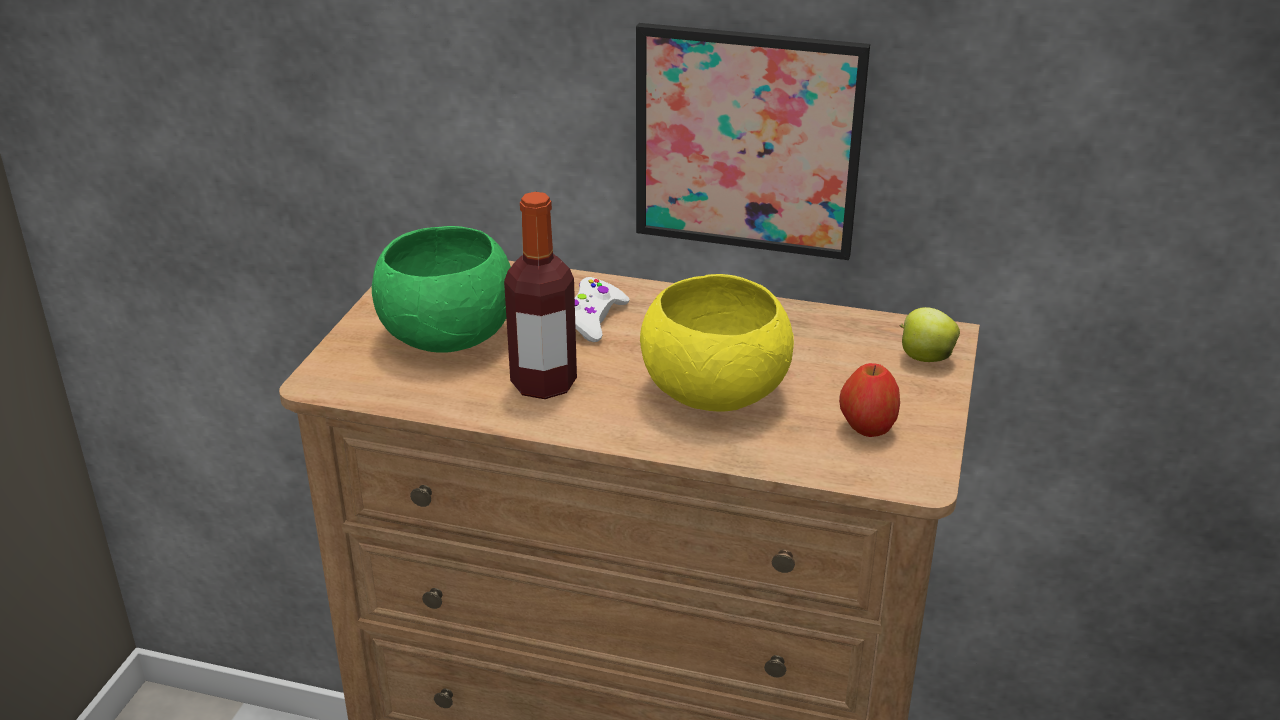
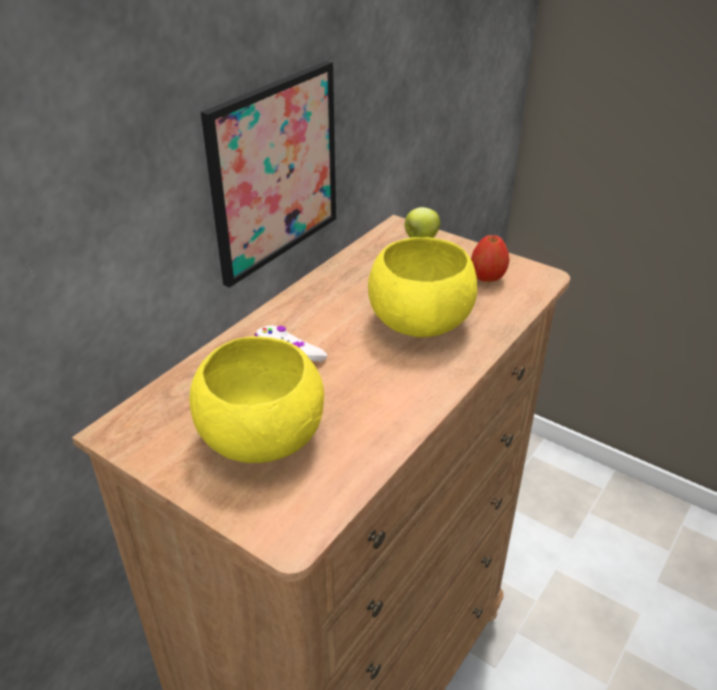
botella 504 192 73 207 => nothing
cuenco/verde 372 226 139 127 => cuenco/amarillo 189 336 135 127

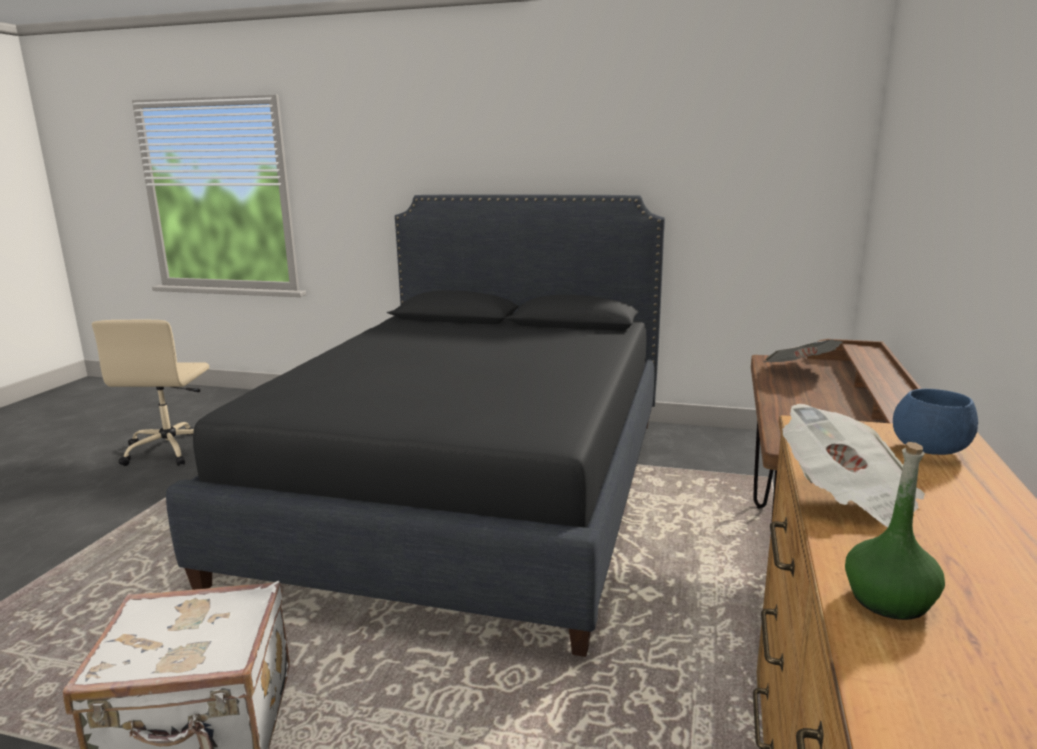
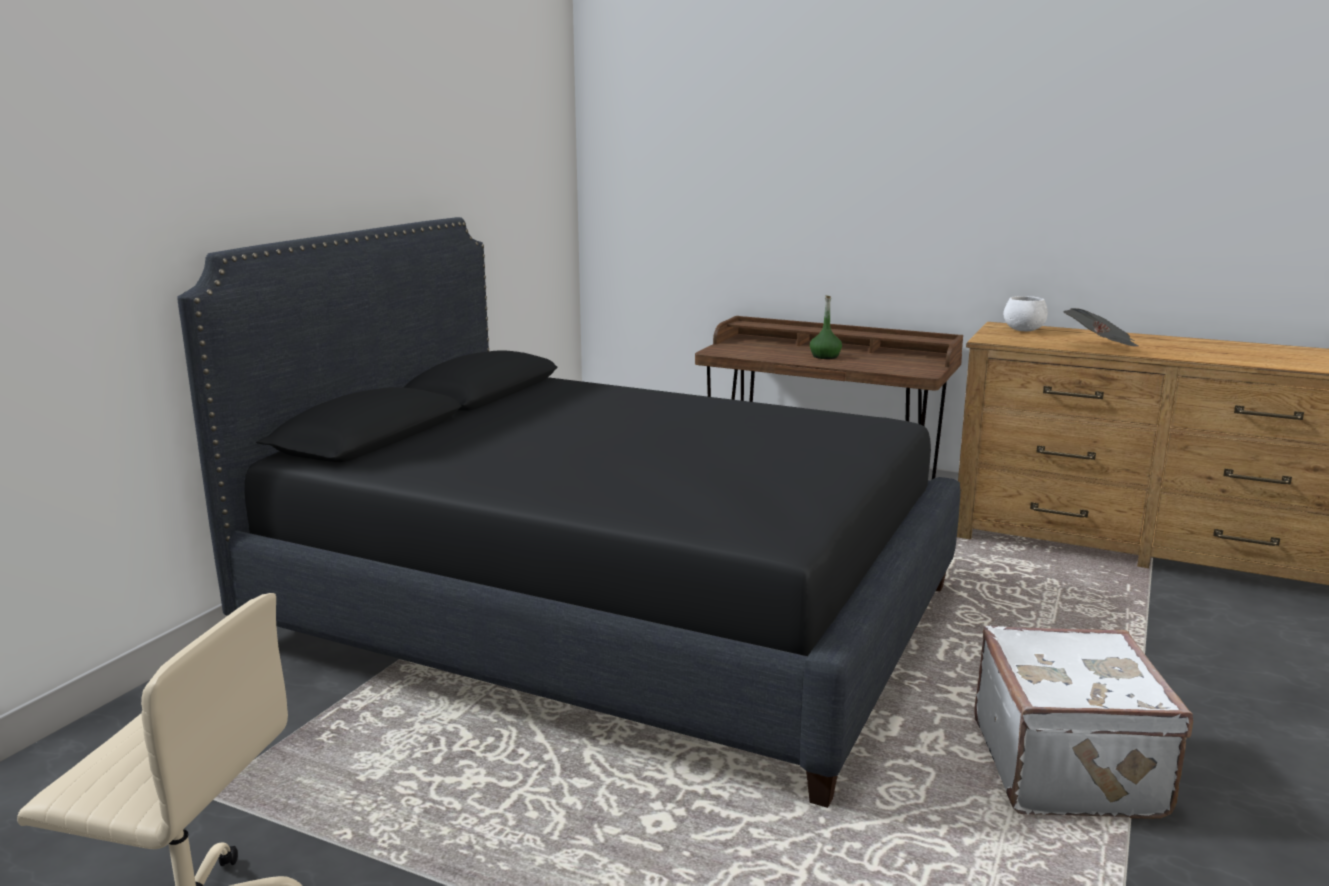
periódico 763 339 80 23 => nothing
botella/verde 845 442 100 178 => botella/verde 810 295 32 64, shifted
cuenco/azul 893 389 85 66 => cuenco/blanco 1003 296 45 35

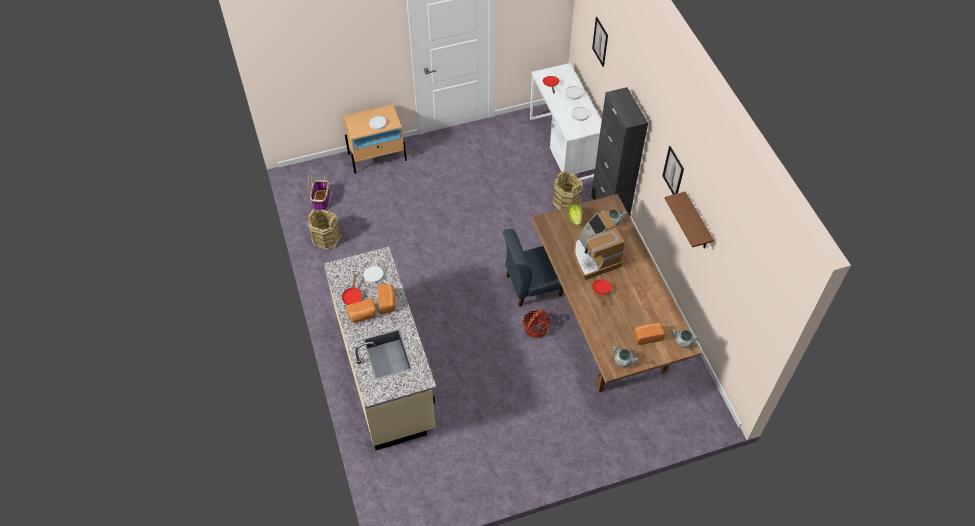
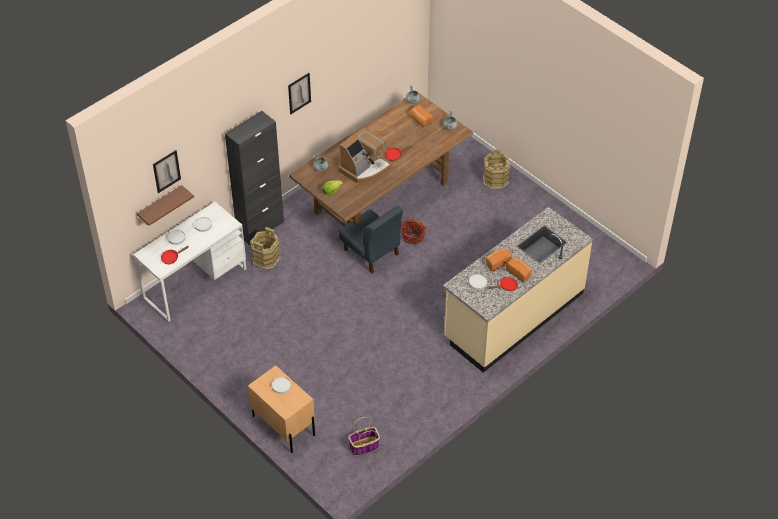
cubo/marrón 307 209 34 41 => cubo/marrón 483 148 28 41, shifted
estante/marrón 664 191 50 57 => estante/marrón 137 185 57 41, shifted

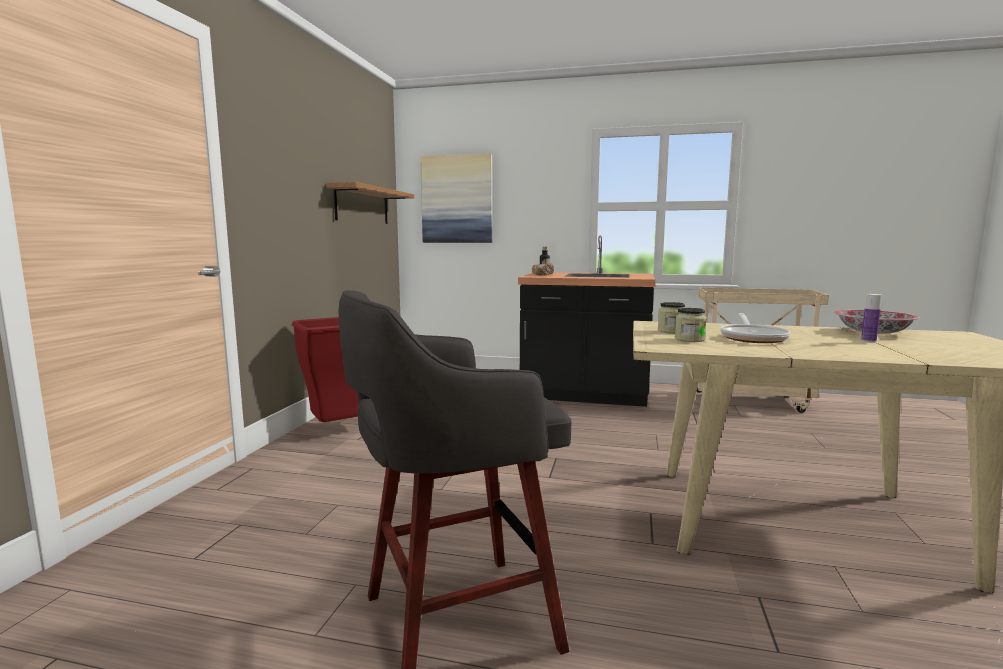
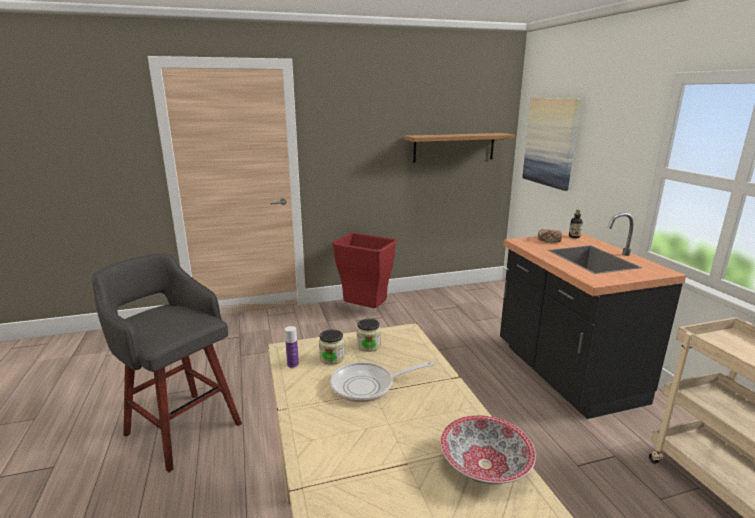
botella 861 294 21 48 => botella 285 326 14 42, shifted

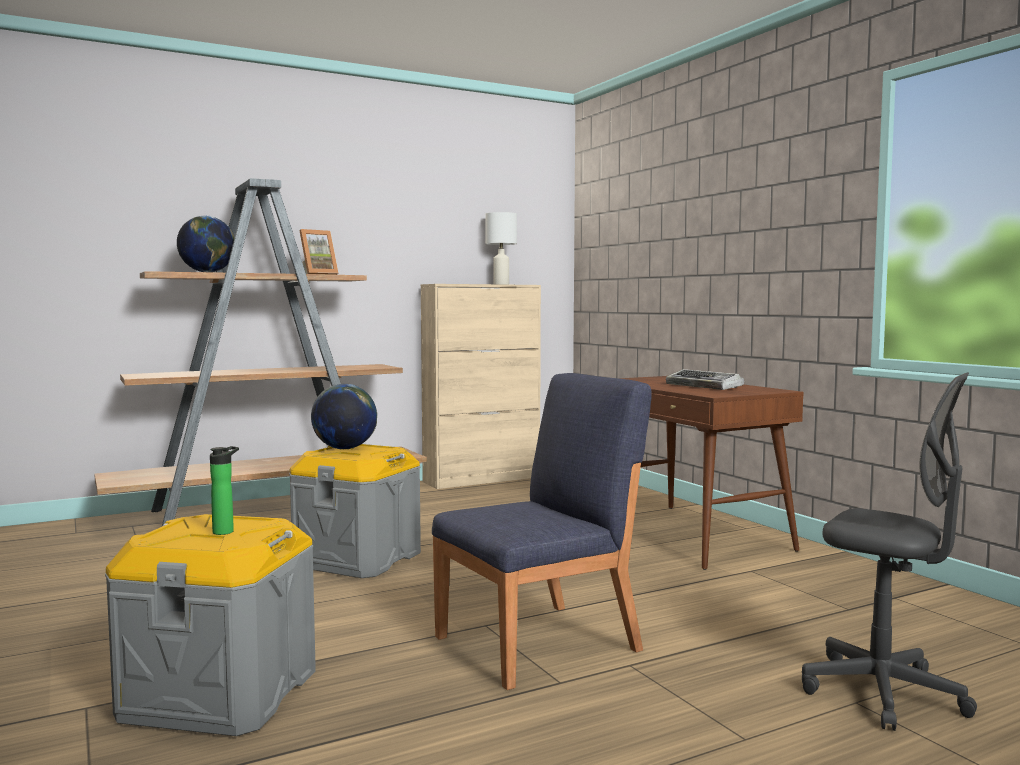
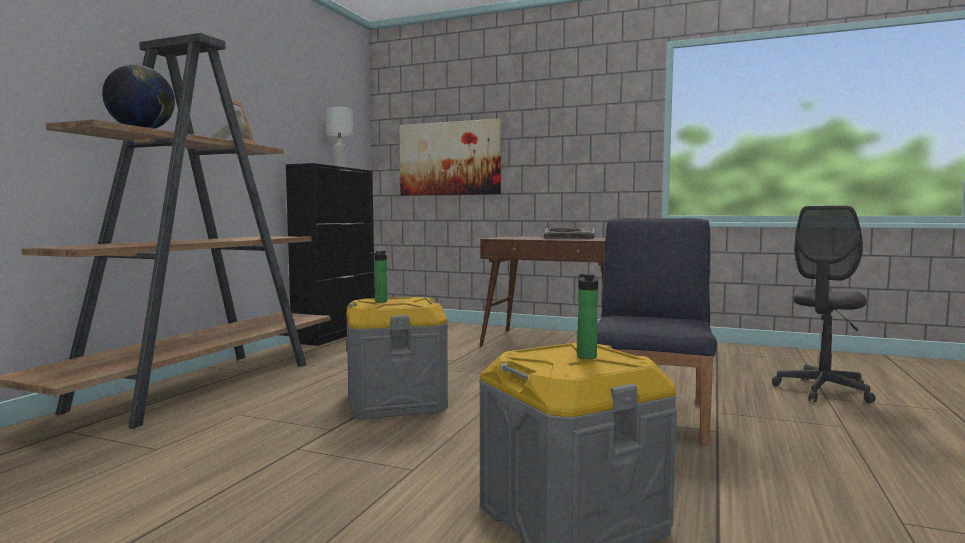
nothing => cuadro 399 119 102 77
globo terráqueo 311 384 66 65 => botella 369 251 18 52
armario/beis 421 284 120 205 => armario/negro 286 163 89 183
silla de oficina/gris 802 373 175 358 => silla de oficina/gris 772 206 104 198, 135 degrees clockwise

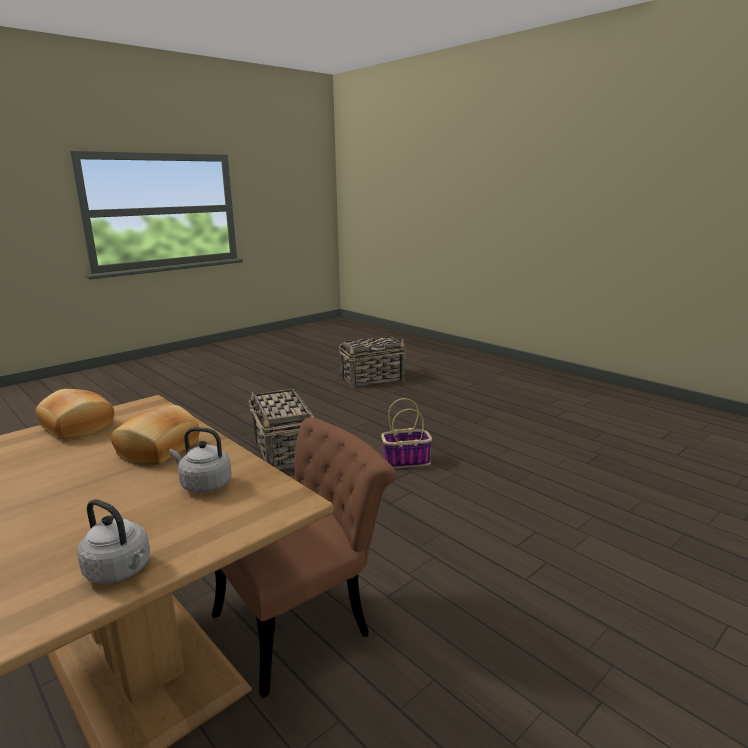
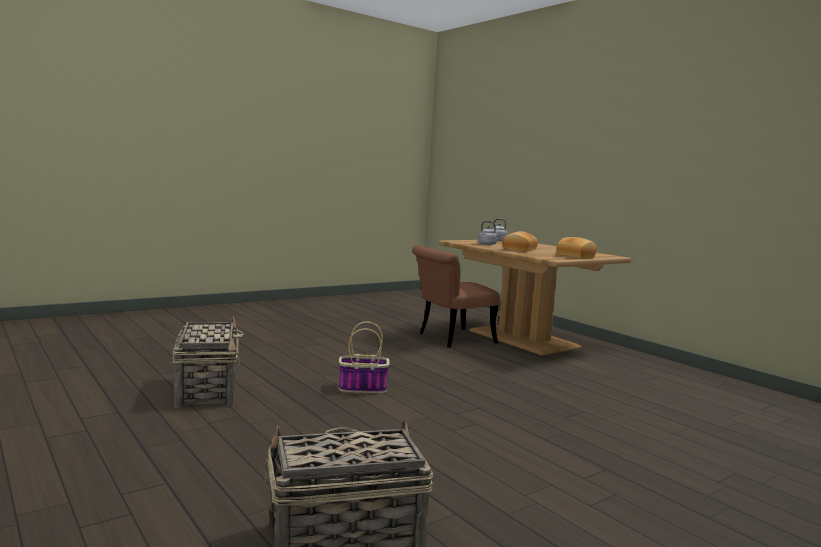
cesta 248 389 66 81 => cesta 172 316 72 92, shifted

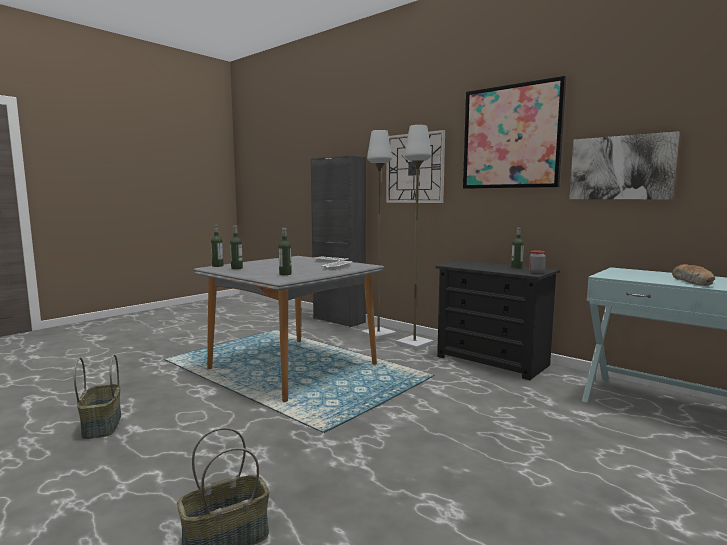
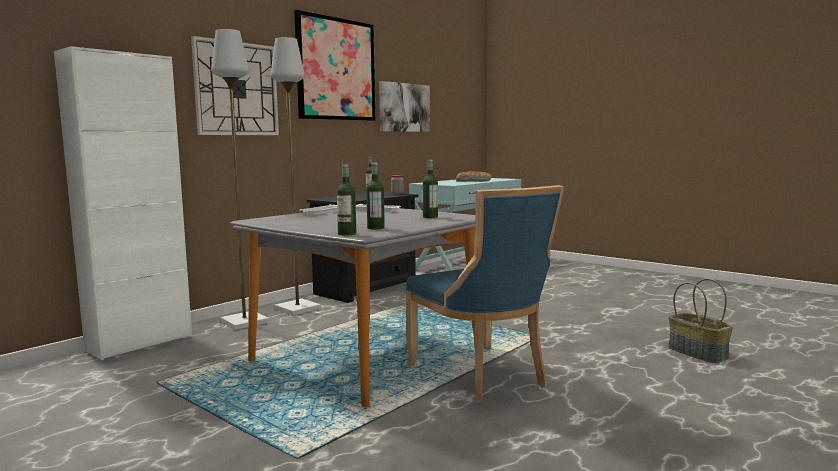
cesta 74 354 47 85 => nothing
nothing => silla/azul 406 185 158 218
armario/negro 311 155 55 172 => armario/blanco 54 46 138 314

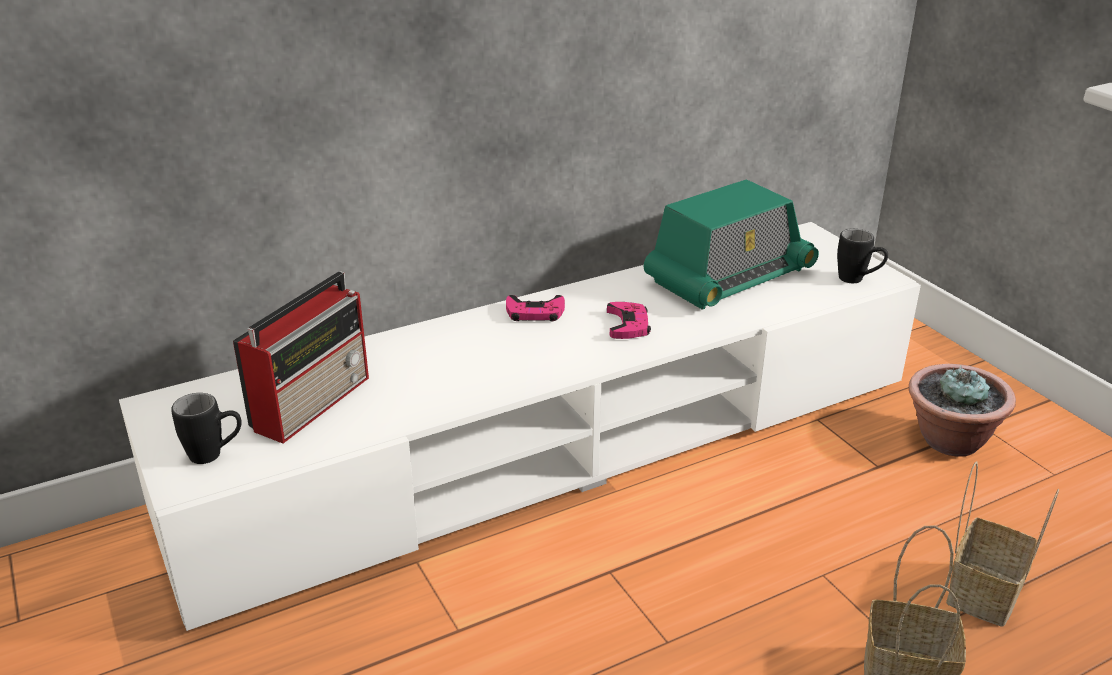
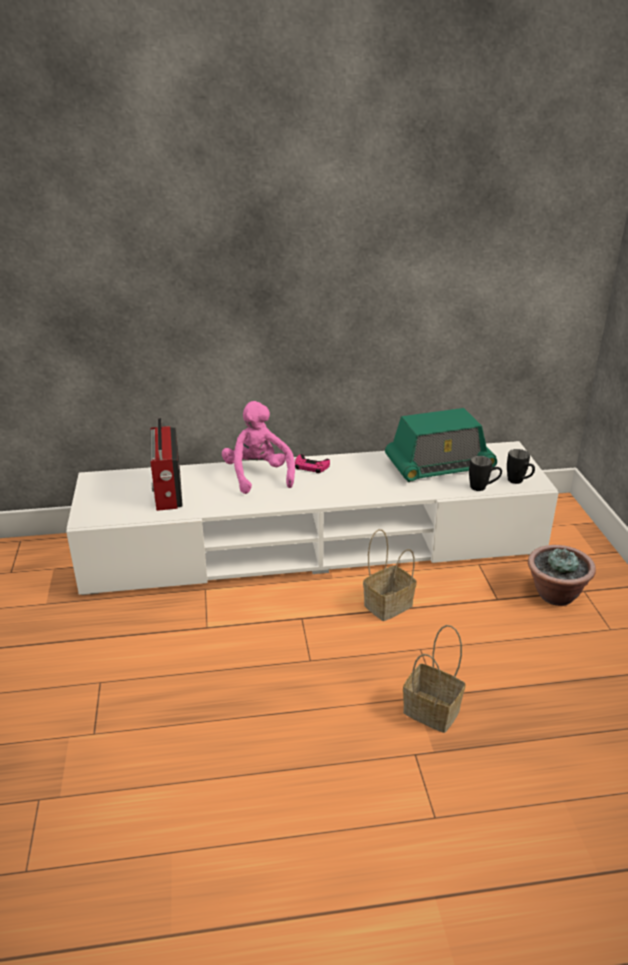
mando de consola/rosa 607 302 44 37 => nothing
nothing => peluche/rosa 222 401 73 93
taza grande/negro 171 393 71 71 => taza grande/negro 469 456 33 35, shifted
cesta 946 461 113 166 => cesta 363 529 53 92, shifted
radio 233 271 136 173 => radio 150 418 33 93, 120 degrees clockwise

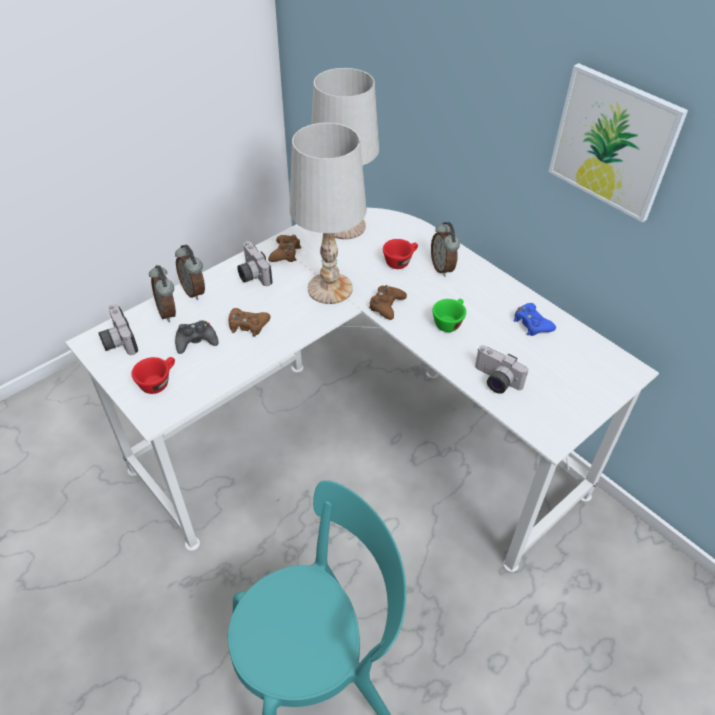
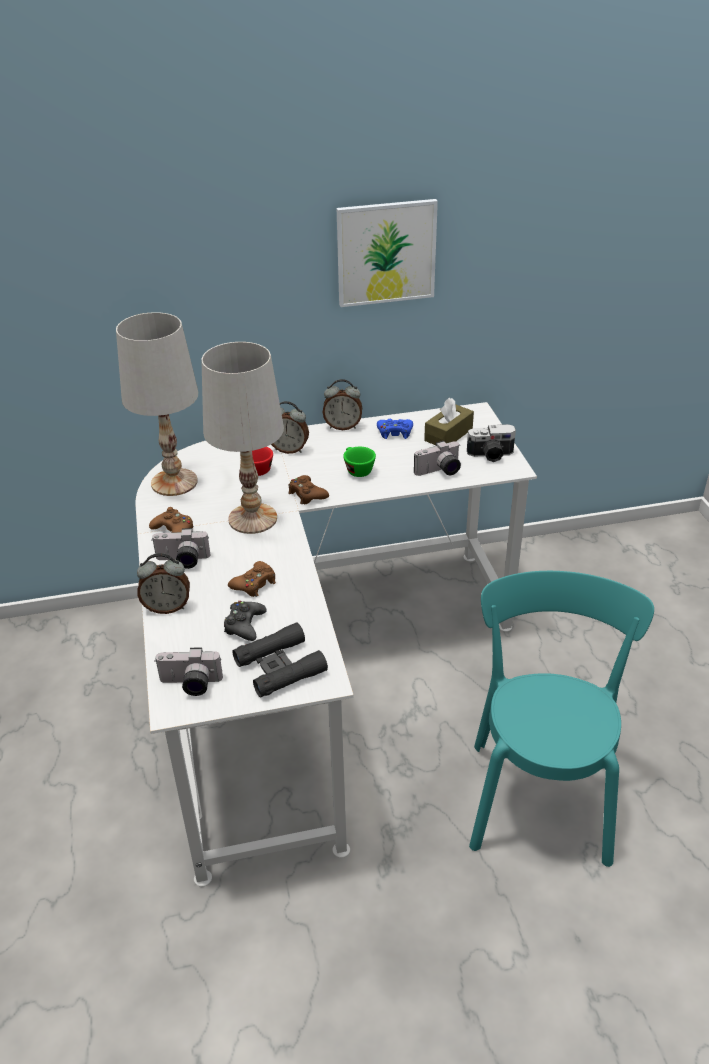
nothing => caja de pañuelos/marrón 424 397 50 48
nothing => cámara 467 424 49 38
despertador 149 265 27 57 => despertador 323 379 39 51, shifted
taza/rojo 132 357 43 37 => prismáticos/negro 232 622 96 75

